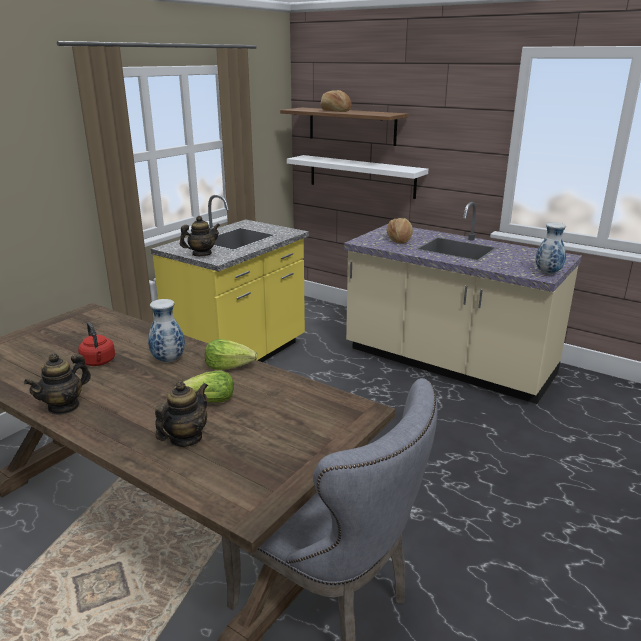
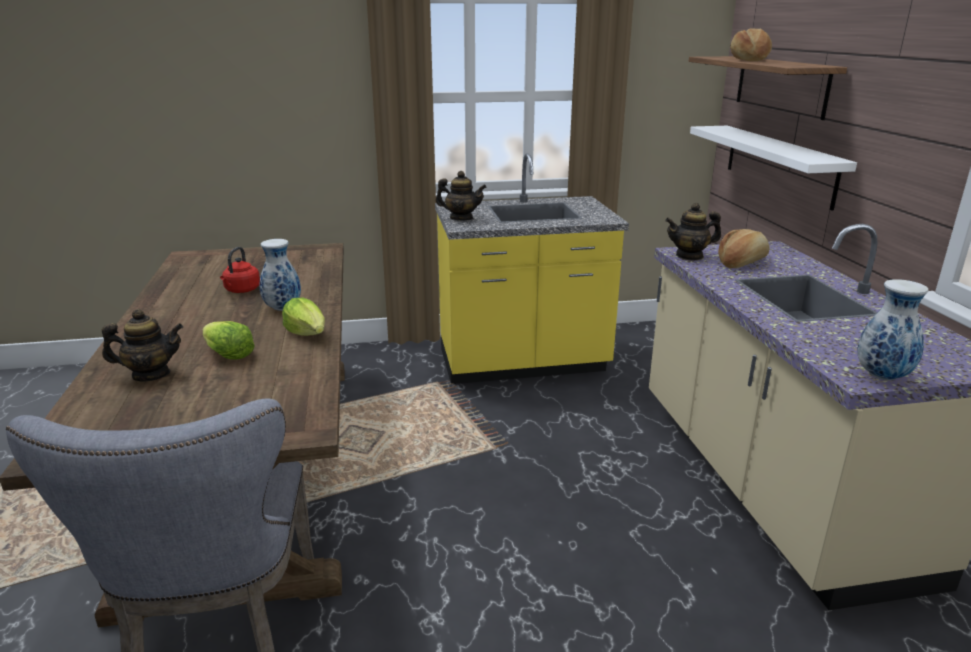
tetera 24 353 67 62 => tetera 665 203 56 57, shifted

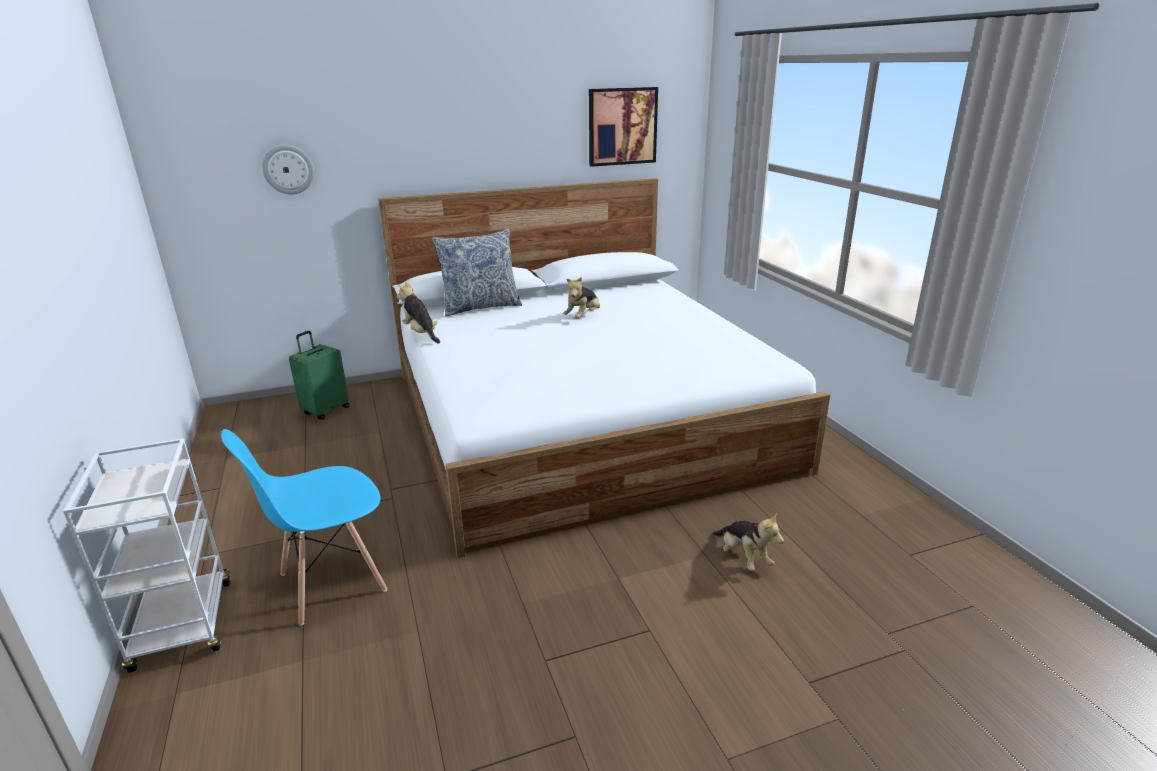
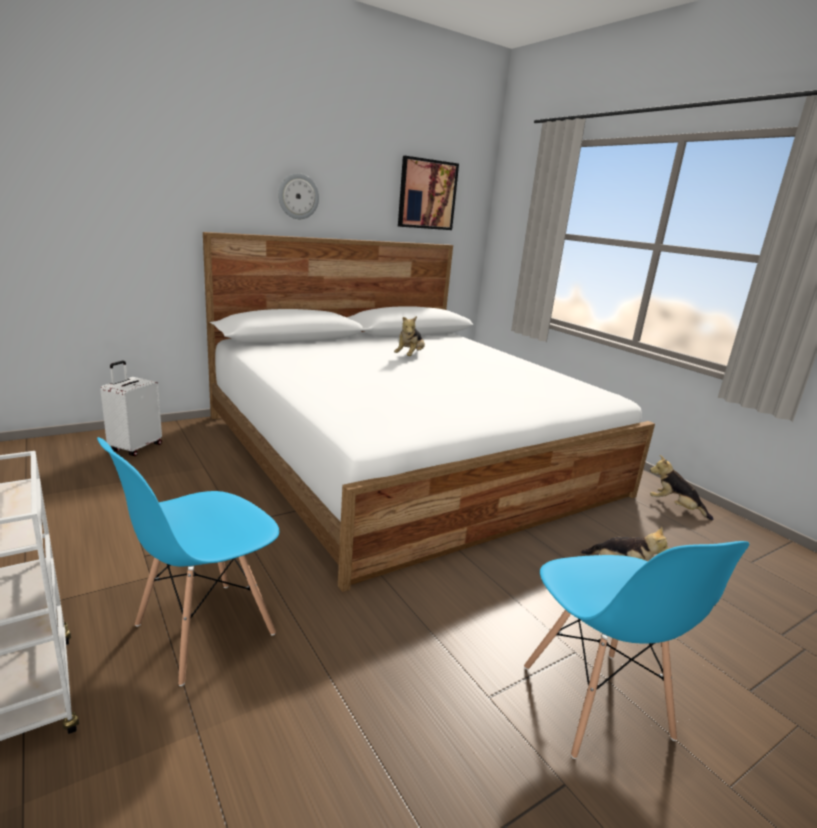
cojín 432 229 90 88 => nothing
nothing => silla/azul 524 541 225 218
reloj de pared 262 145 52 49 => reloj de pared 278 173 41 46, shifted
peluche 397 281 43 63 => peluche 650 455 63 65, shifted
maleta/verde 289 331 60 89 => maleta/blanco 100 360 62 96

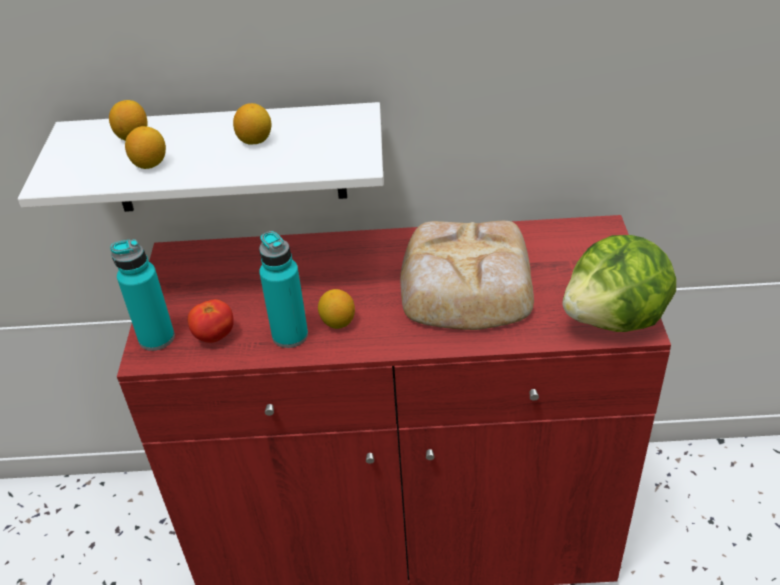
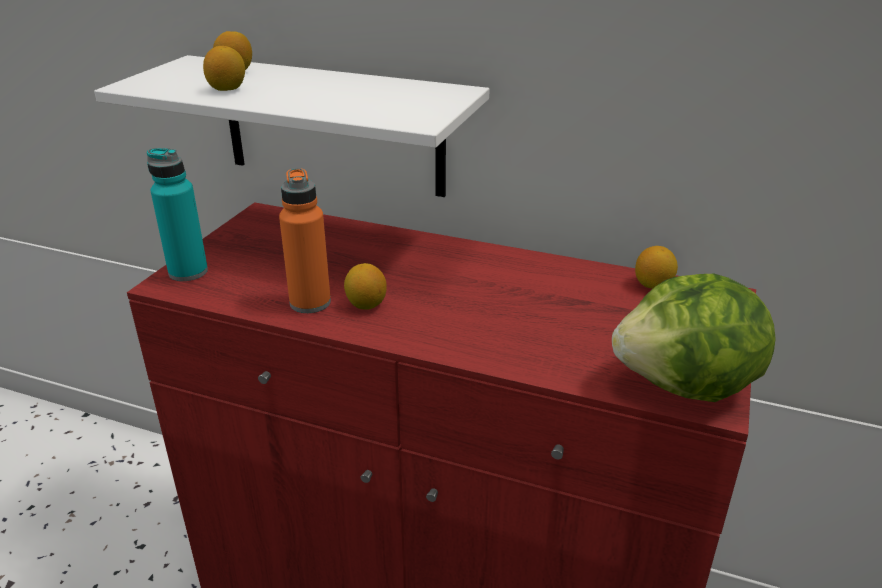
tomate 188 299 46 44 => nothing
pan 400 221 134 109 => nothing
limón 233 103 38 42 => limón 635 246 43 43, shifted
botella/turquesa 259 231 49 117 => botella/naranja 279 168 52 145

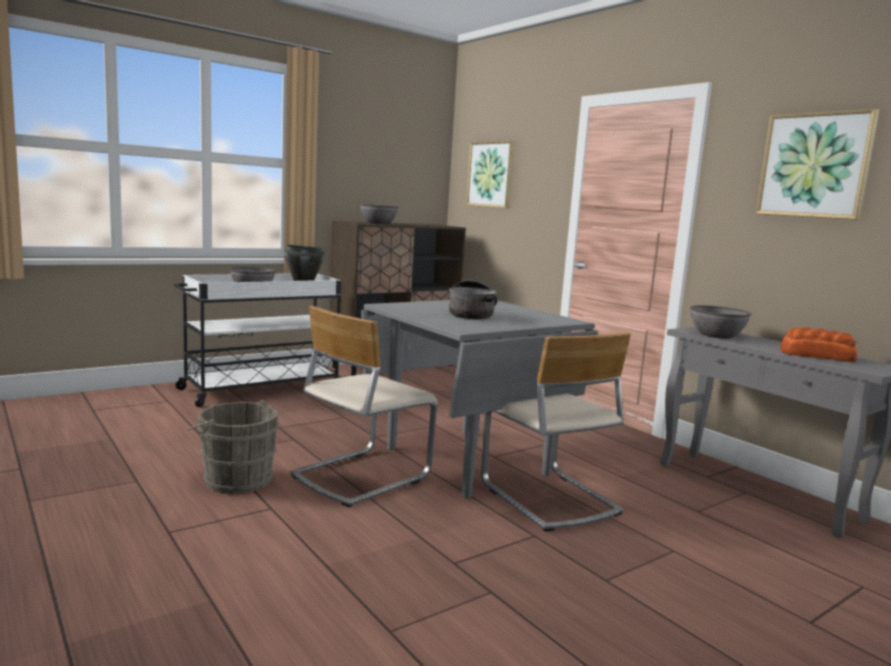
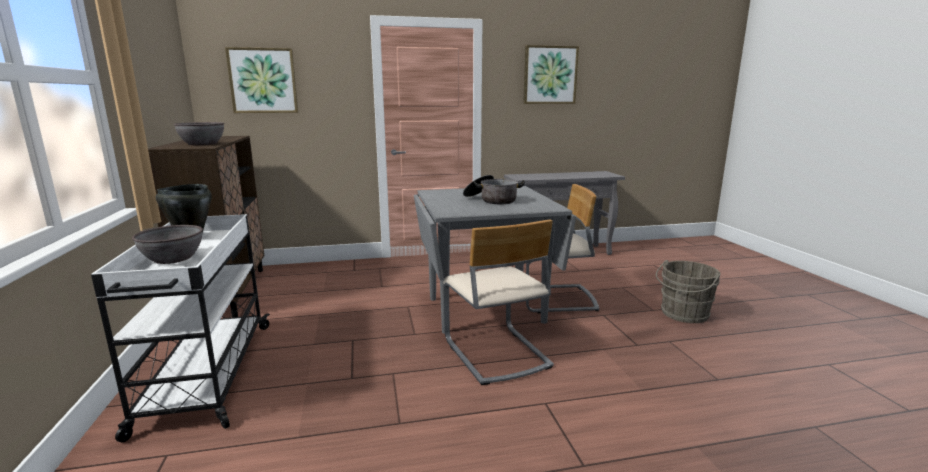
cuenco/gris 690 305 61 34 => nothing
pan 780 327 77 35 => nothing
cubo/gris 187 400 93 94 => cubo/gris 656 260 64 63, shifted

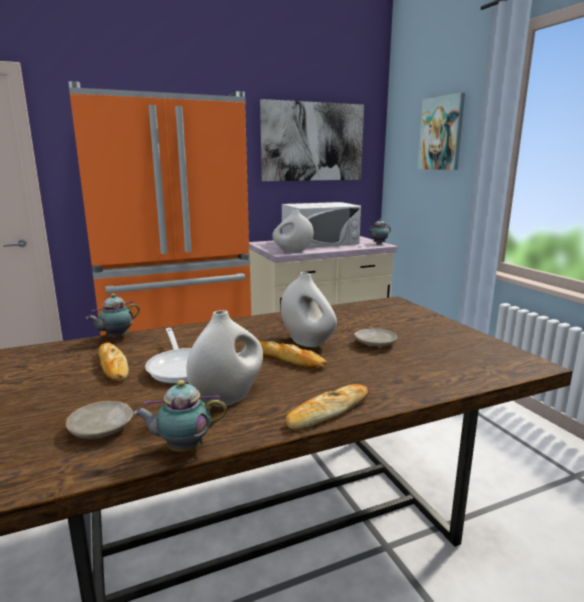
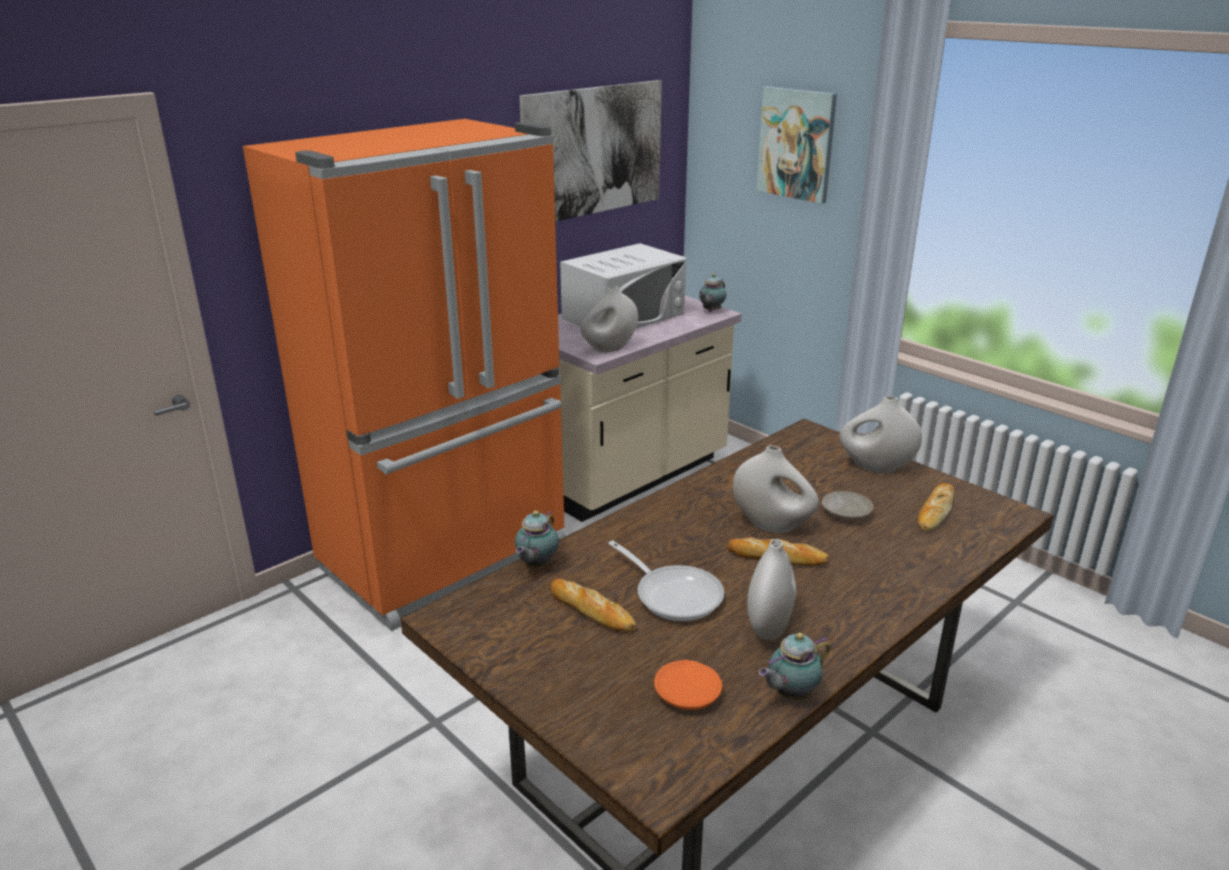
nothing => florero/blanco 840 396 82 77
pan 286 384 83 45 => pan 917 483 37 48, shifted
plato/beis 66 401 67 38 => plato/naranja 654 660 69 50

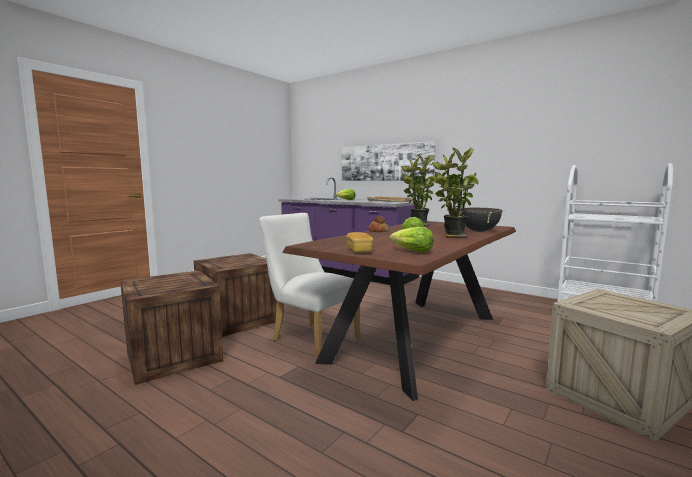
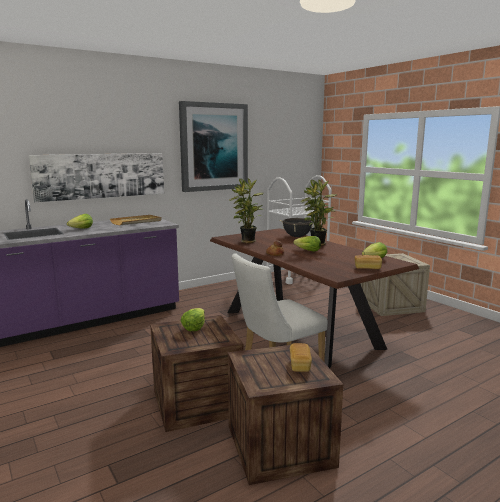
nothing => cuadro 179 101 69 91
nothing => lechuga 181 308 24 23
nothing => pan 290 343 22 29

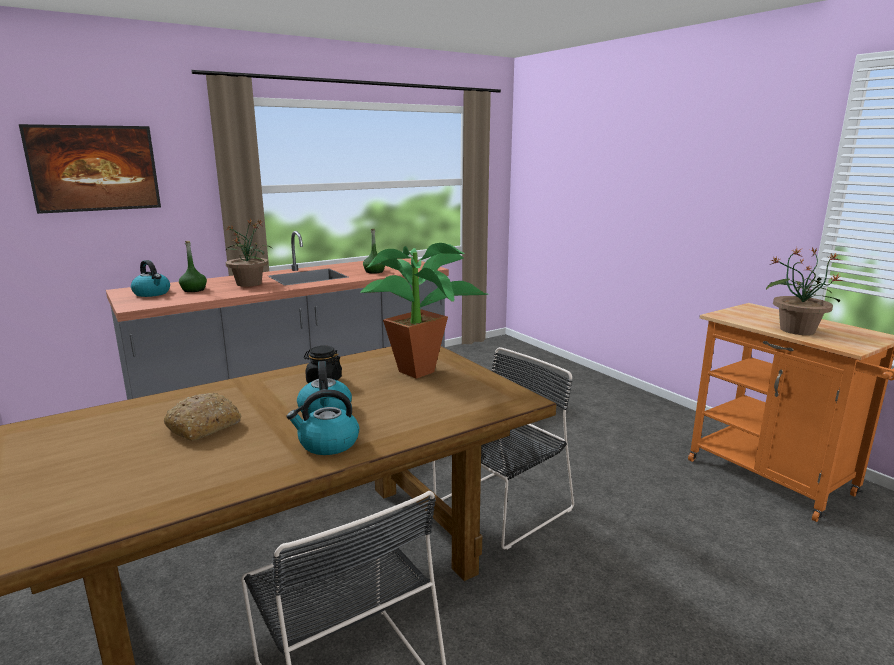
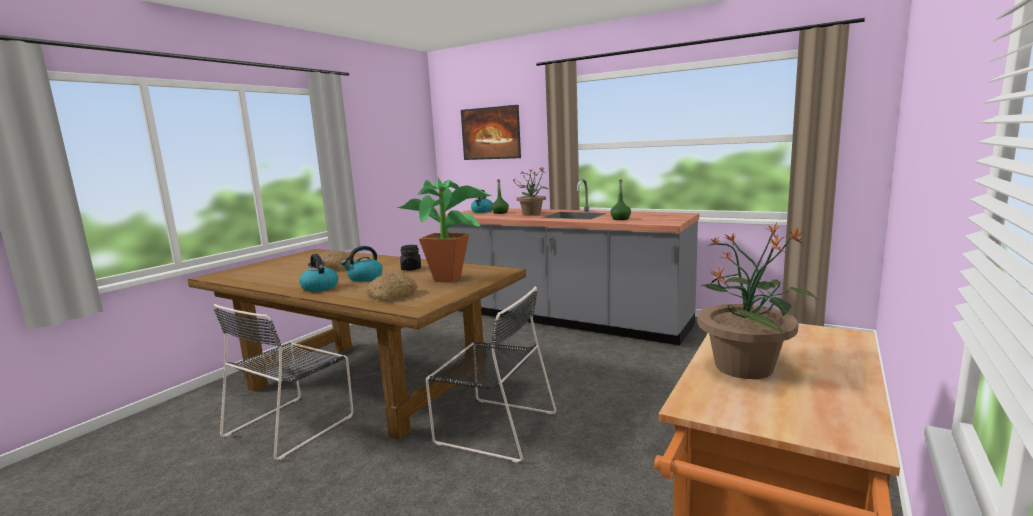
nothing => pan 366 272 52 29

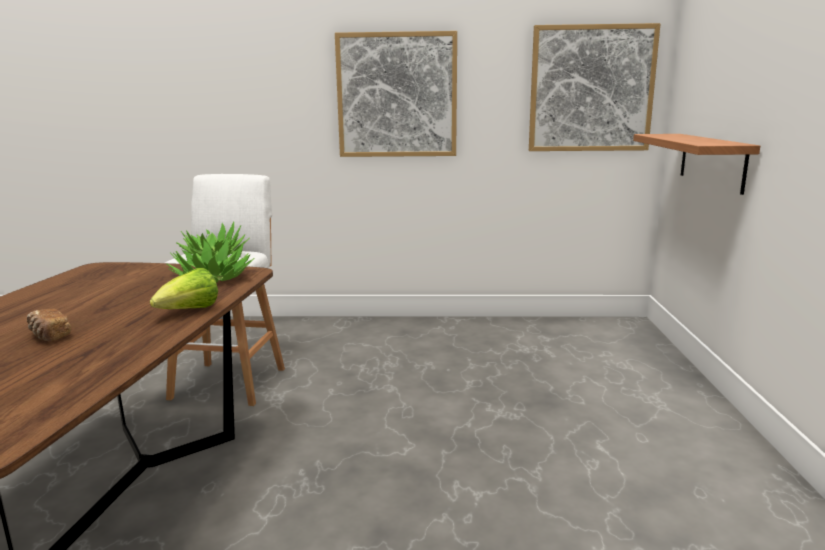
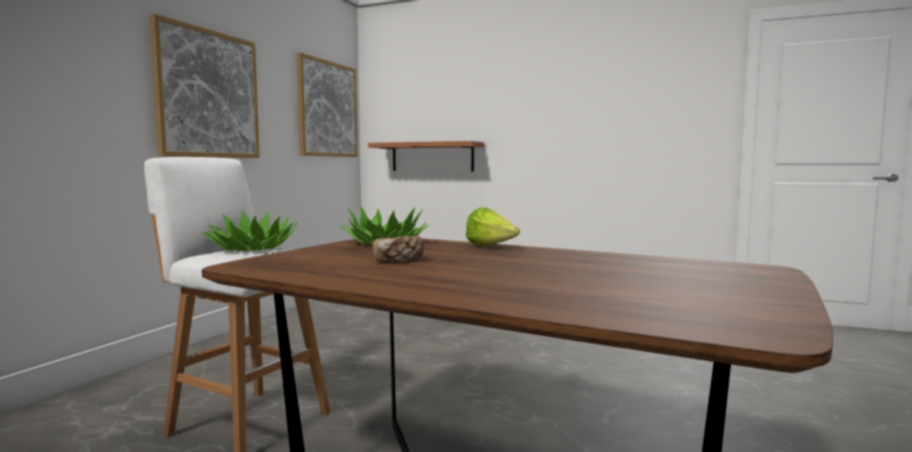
pan 27 309 44 32 => pan 373 235 51 28, shifted

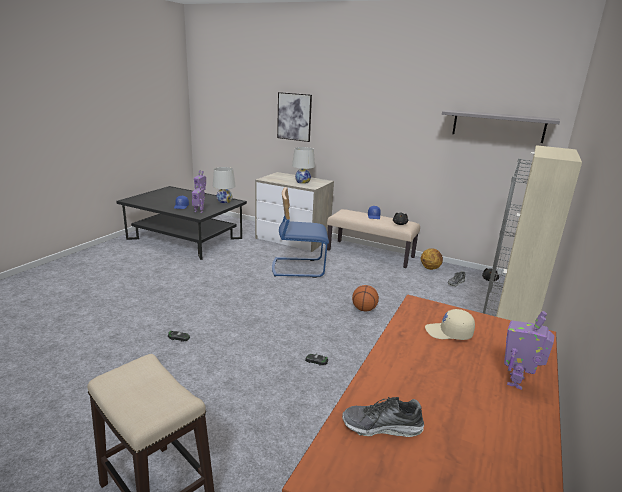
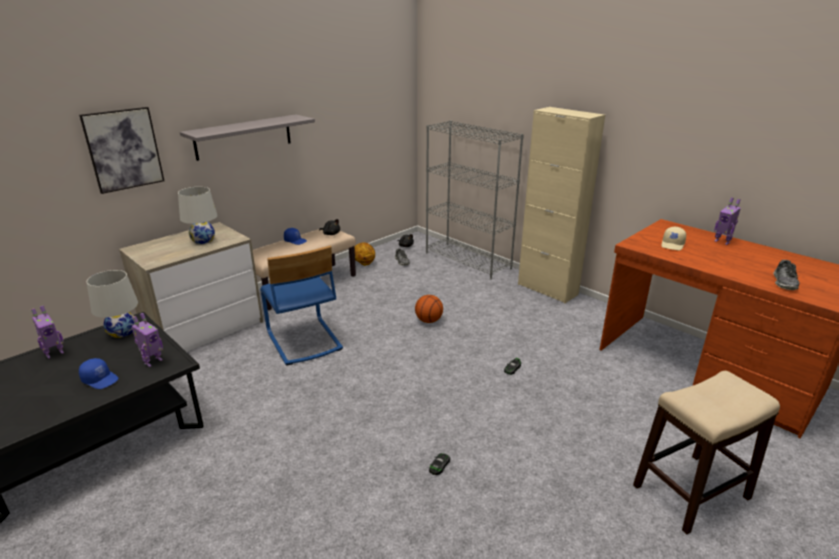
estante/gris 442 110 118 33 => estante/gris 180 114 135 47, shifted
silla/azul 272 187 57 91 => silla/azul 260 246 83 120, 45 degrees counterclockwise

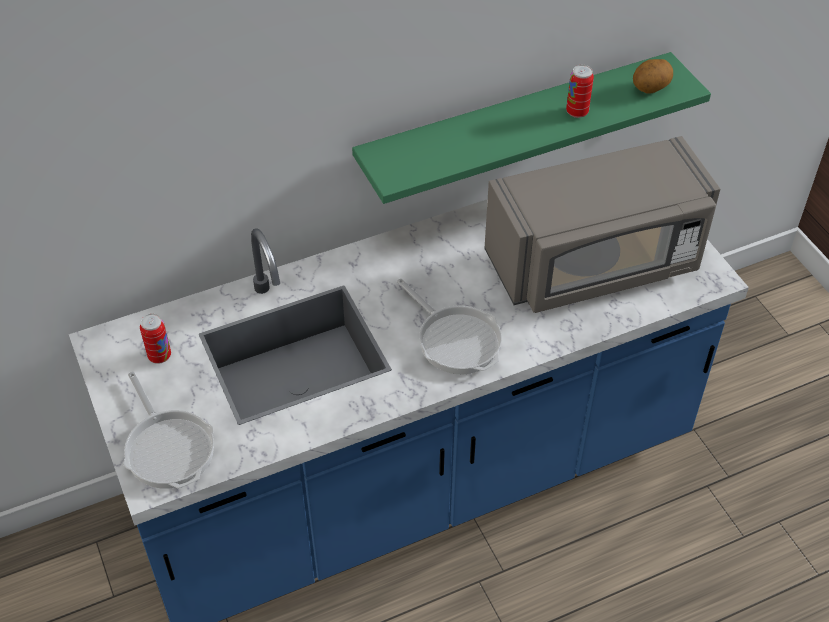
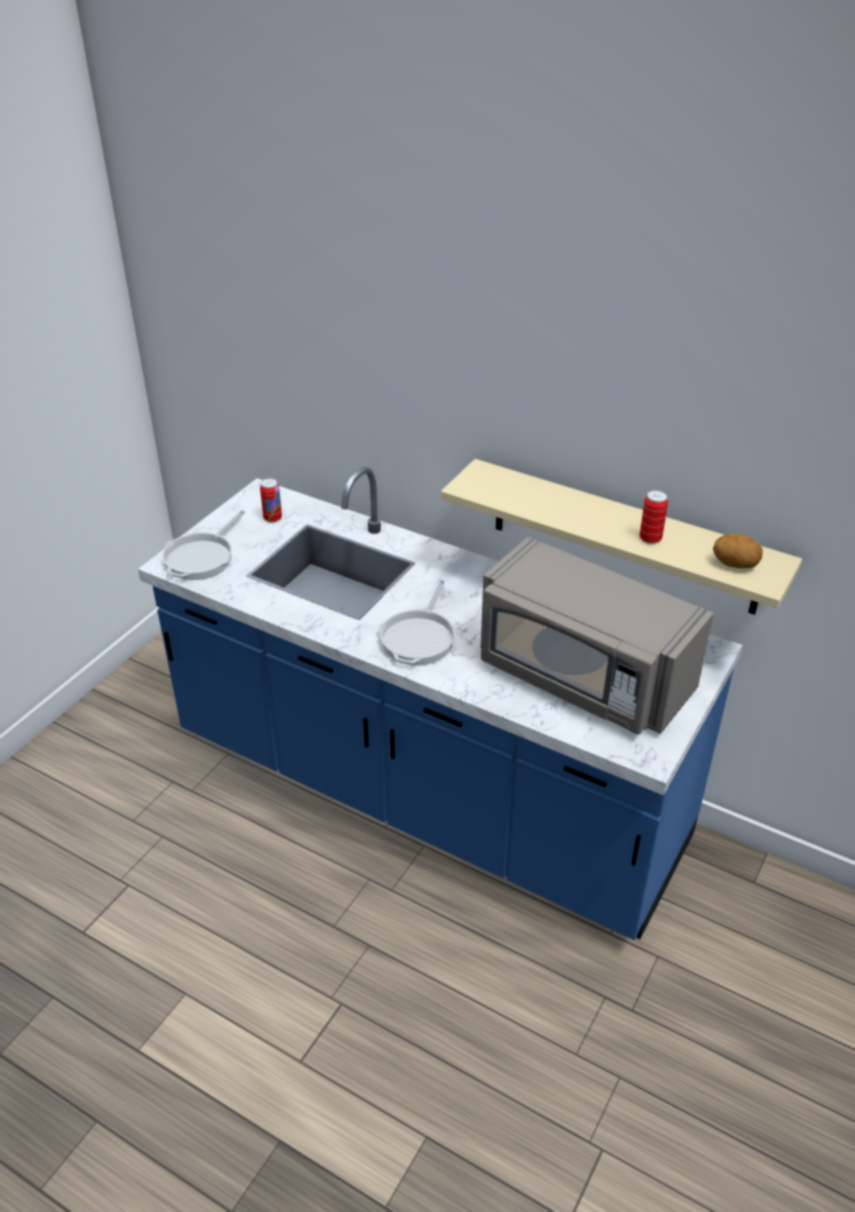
estante/verde 352 52 359 152 => estante/beis 441 459 361 156

